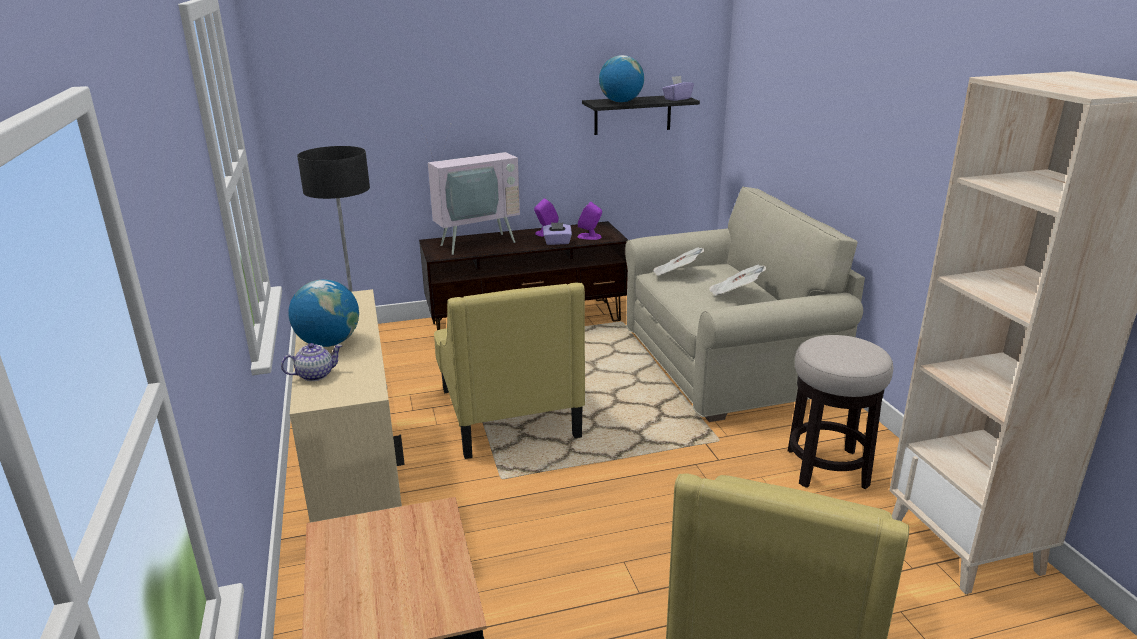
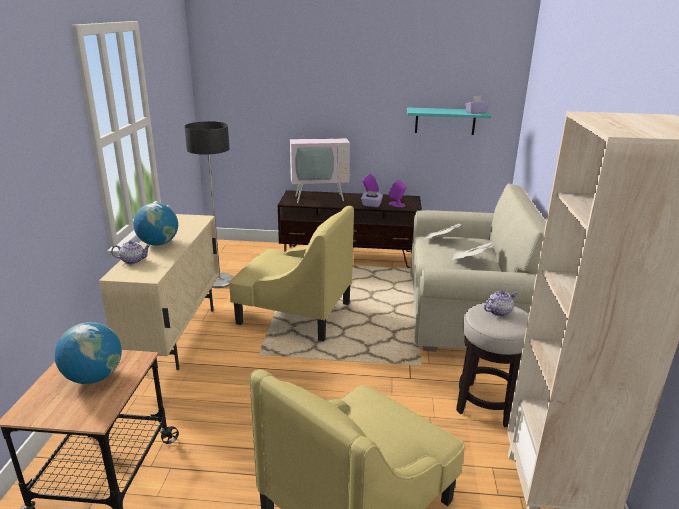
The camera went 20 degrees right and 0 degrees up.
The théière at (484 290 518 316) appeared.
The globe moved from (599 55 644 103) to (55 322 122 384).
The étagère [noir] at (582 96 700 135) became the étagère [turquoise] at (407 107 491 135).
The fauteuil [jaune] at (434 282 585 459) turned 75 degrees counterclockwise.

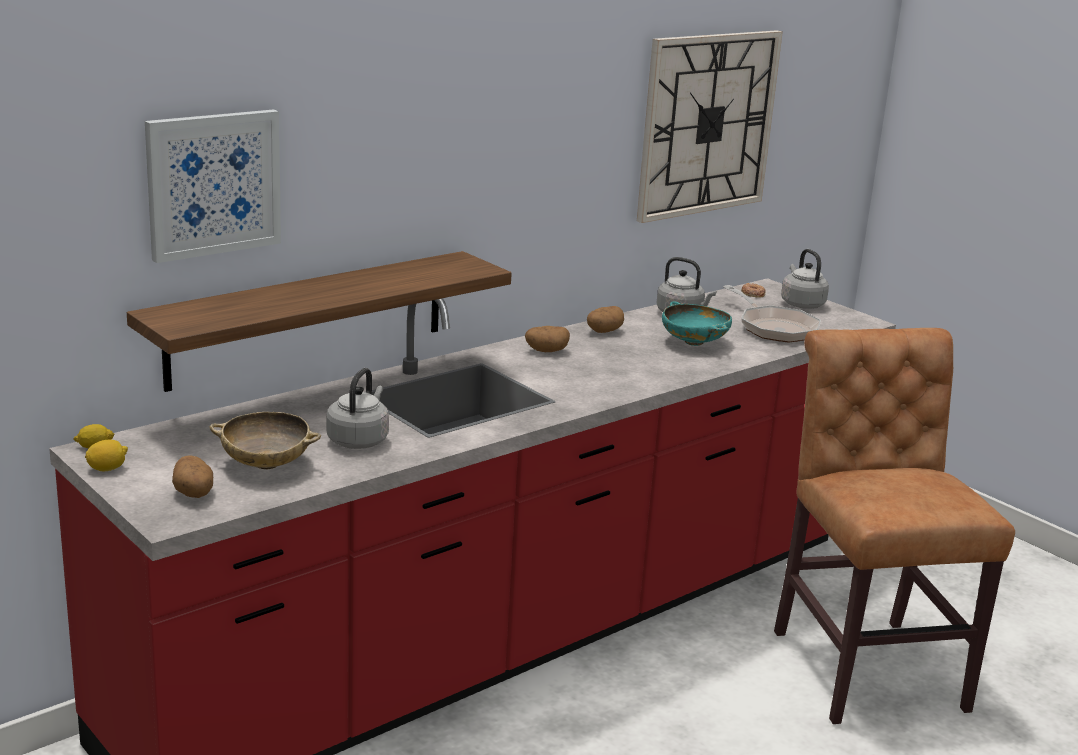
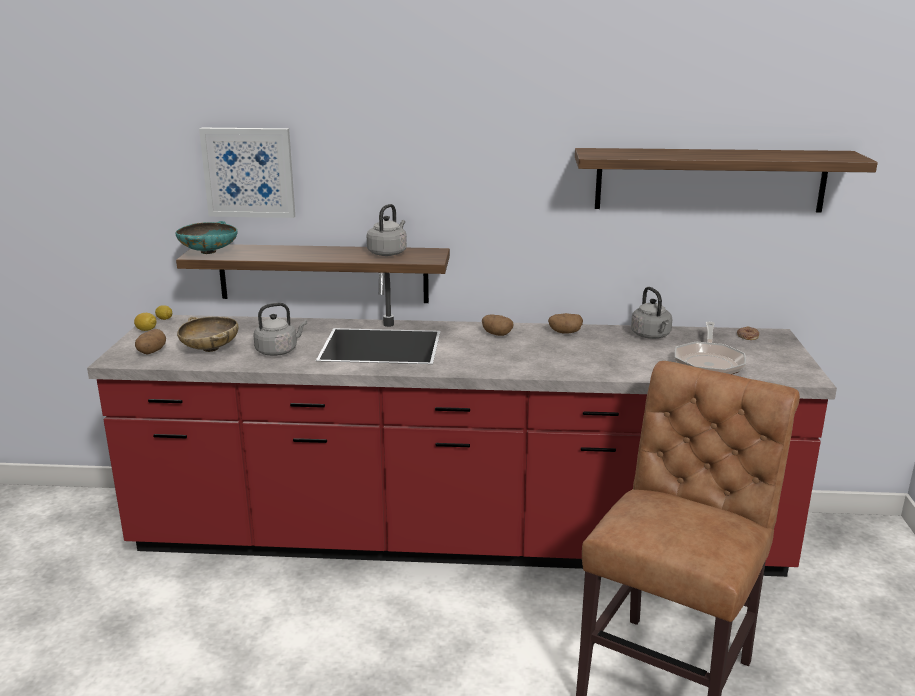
The camera went 45 degrees right and 0 degrees up.
The bol [turquoise] moved from (662 301 732 346) to (175 221 238 254).
The bouilloire [gris] moved from (781 249 829 309) to (367 204 407 256).
The horloge murale at (637 30 783 223) was replaced by the étagère at (575 148 878 212).

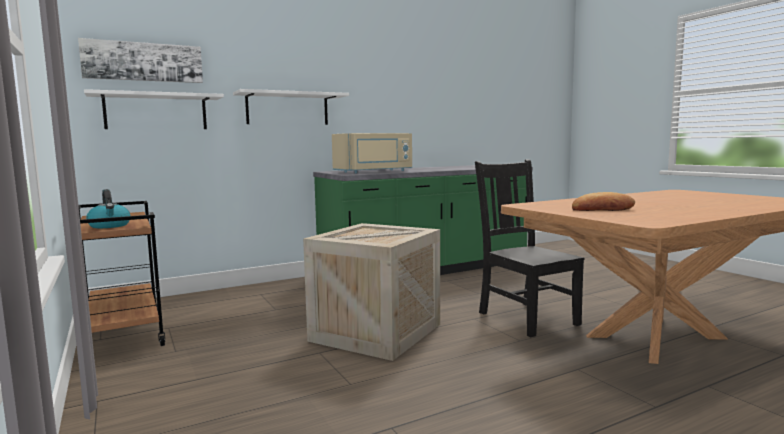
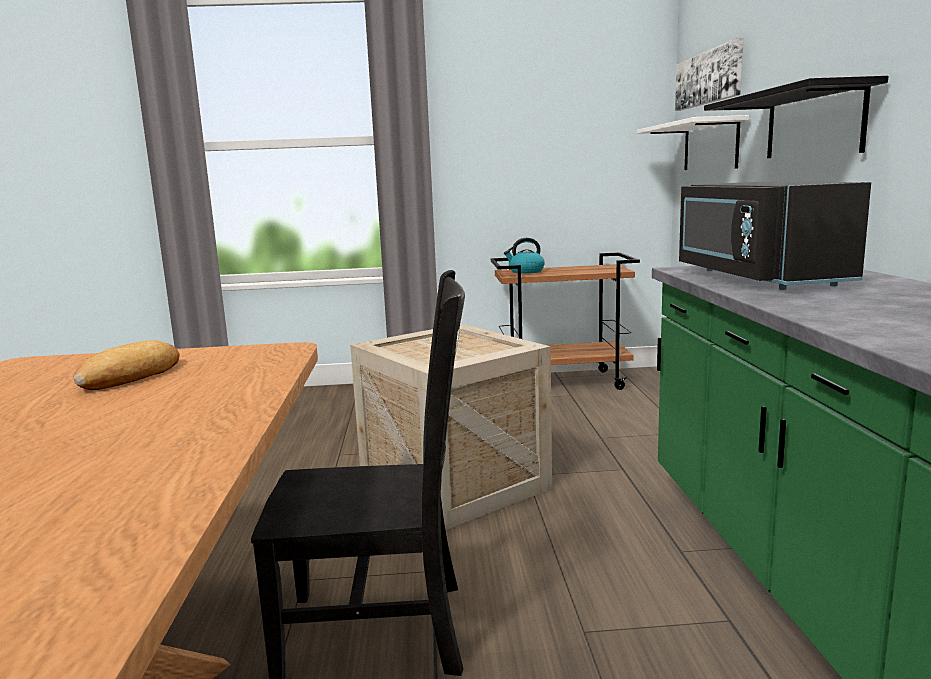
The camera went 115 degrees right and 5 degrees up.
The étagère [blanc] at (233 89 349 125) became the étagère [noir] at (704 76 889 158).
The micro-ondes [beige] at (332 133 412 173) became the micro-ondes [noir] at (679 182 871 290).

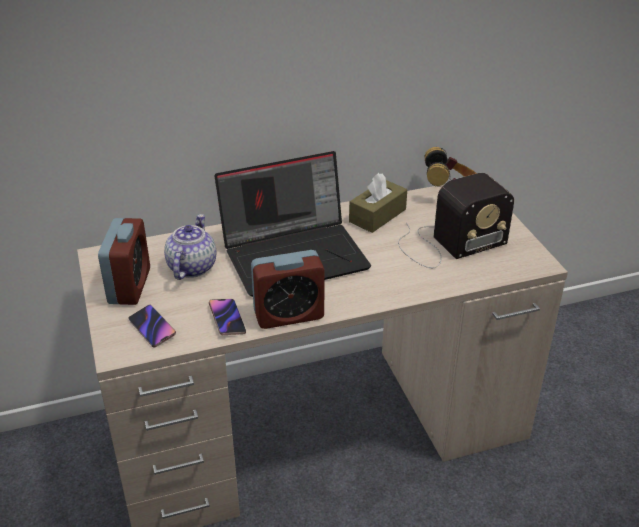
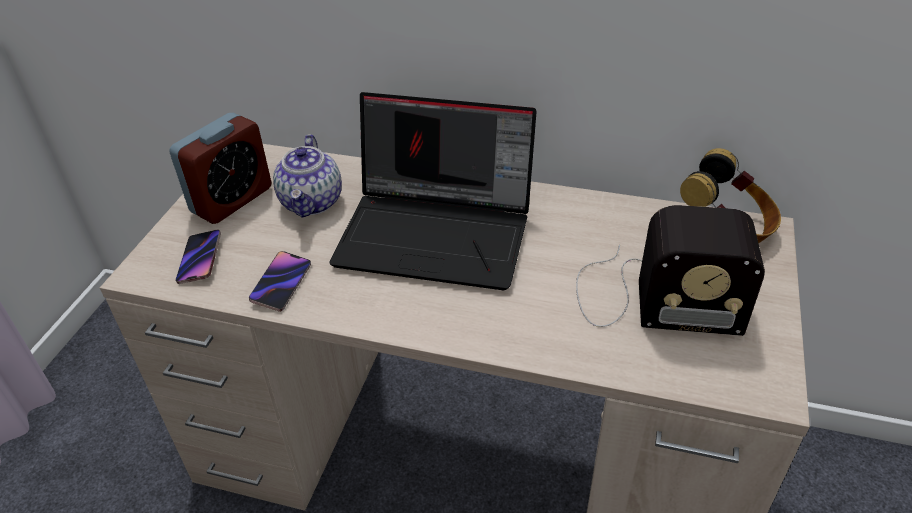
The camera went 35 degrees right and 5 degrees up.
The réveil at (251 250 325 329) disappeared.
The boîte à mouchoirs [marron] at (349 173 407 233) disappeared.
The théière at (164 214 216 280) turned 135 degrees clockwise.

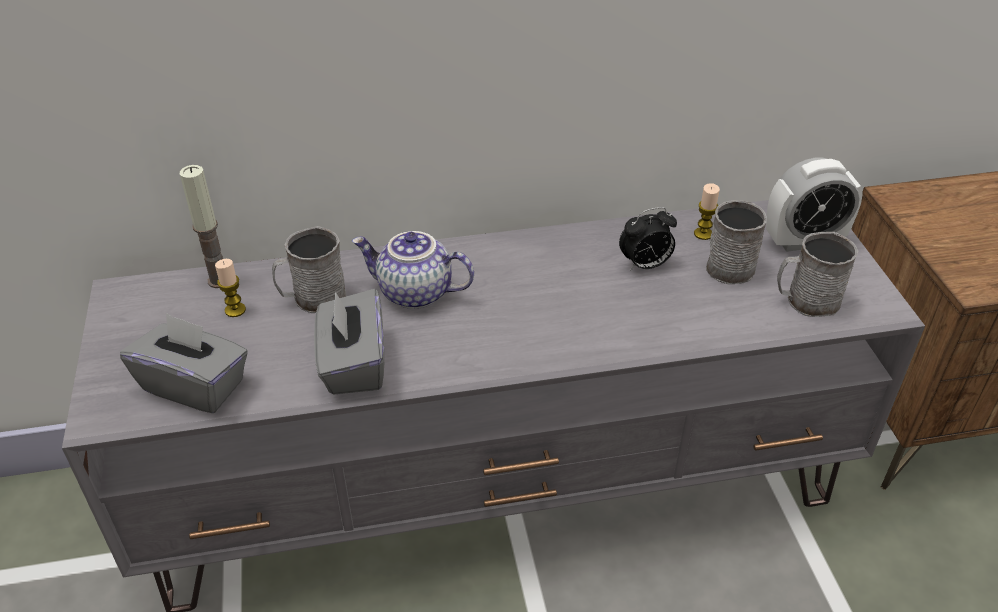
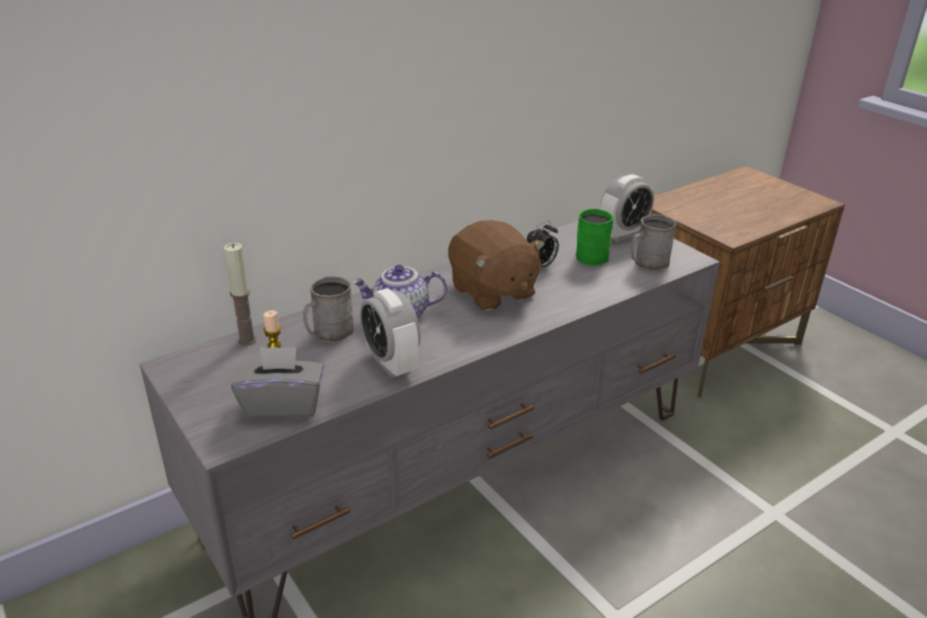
The camera went 25 degrees left and 10 degrees down.
The bougie at (694 183 720 240) disappeared.
The peluche [marron] at (448 220 545 311) appeared.
The boîte à mouchoirs [gris] at (314 289 384 395) was replaced by the réveil at (360 289 421 378).
The mug [gris] at (706 200 767 284) became the mug [vert] at (576 209 613 266).

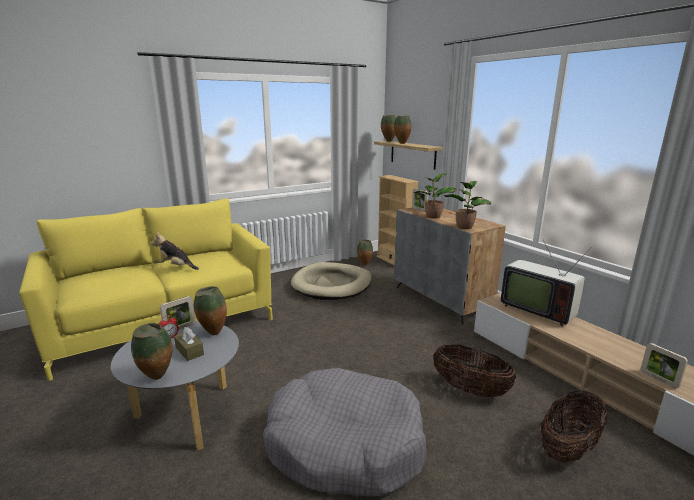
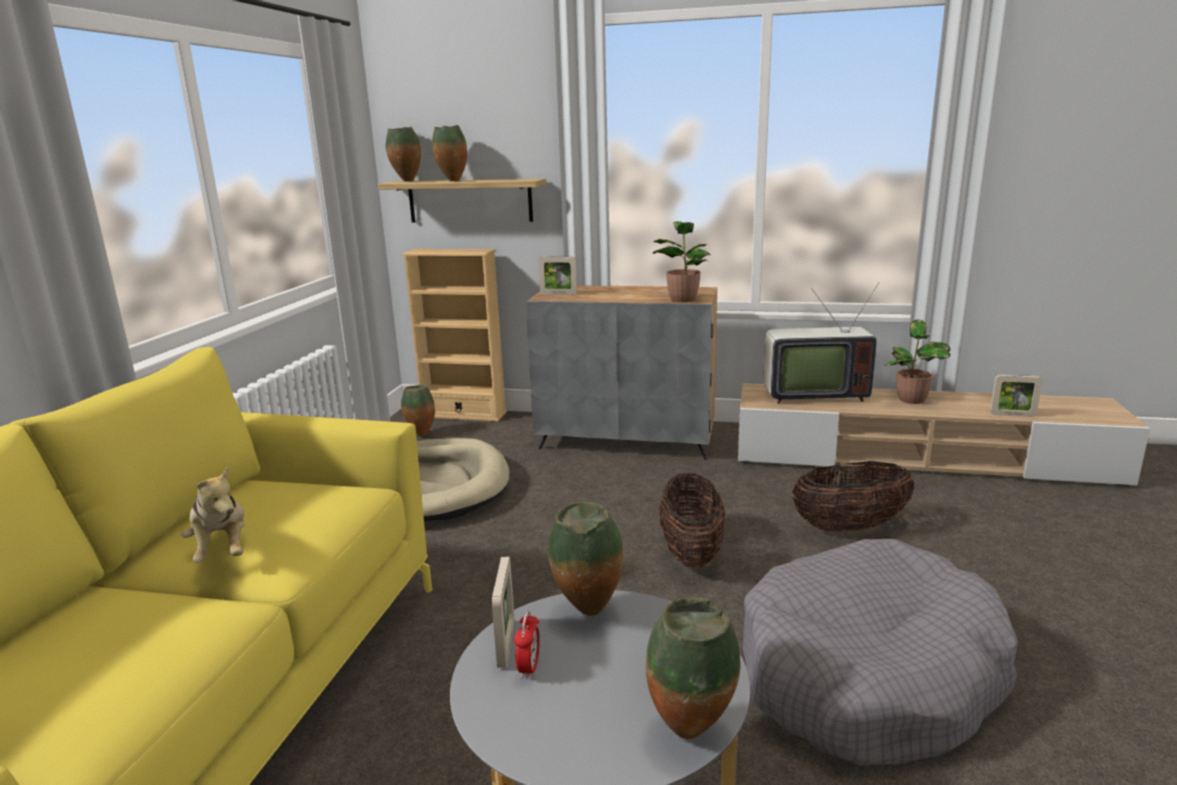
The camera went 45 degrees left and 0 degrees up.
The boîte à mouchoirs [marron] at (174 327 204 361) disappeared.
The plante en pot moved from (413 173 457 219) to (885 320 950 404).
The panier moved from (541 391 608 463) to (659 473 725 567).
The peluche at (151 232 199 270) turned 90 degrees counterclockwise.

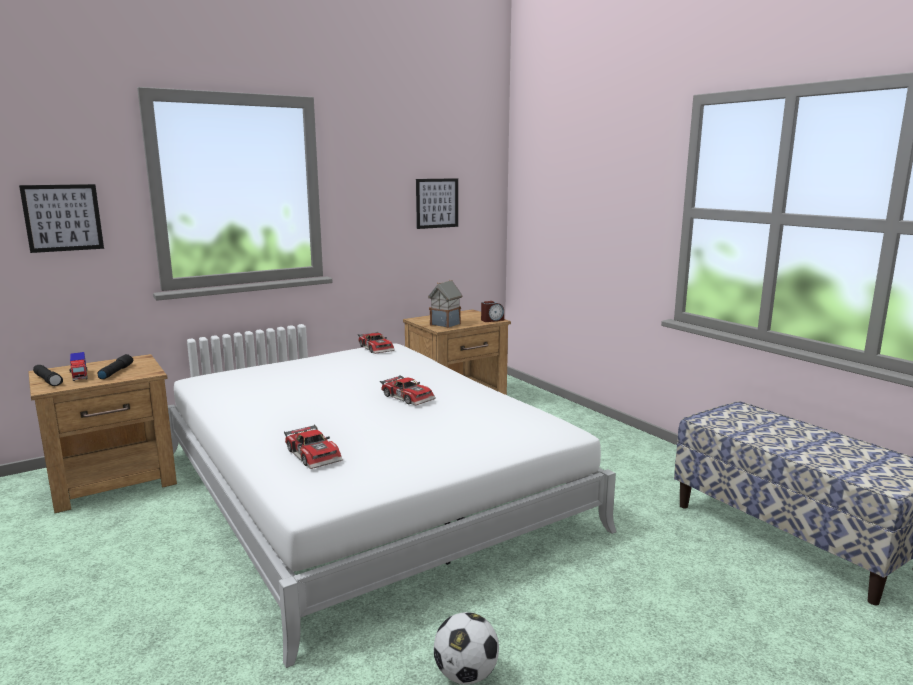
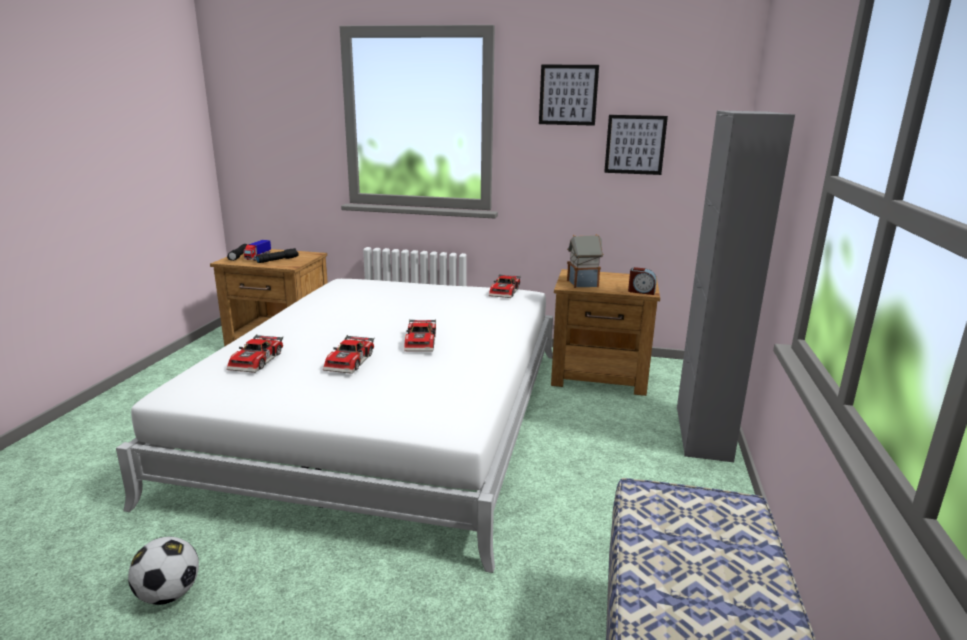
The camera went 45 degrees right and 5 degrees up.
The petite voiture at (323 335 375 374) appeared.
The meuble de rangement [gris] at (677 111 795 462) appeared.
The tableau moved from (19 184 104 253) to (539 65 599 126).

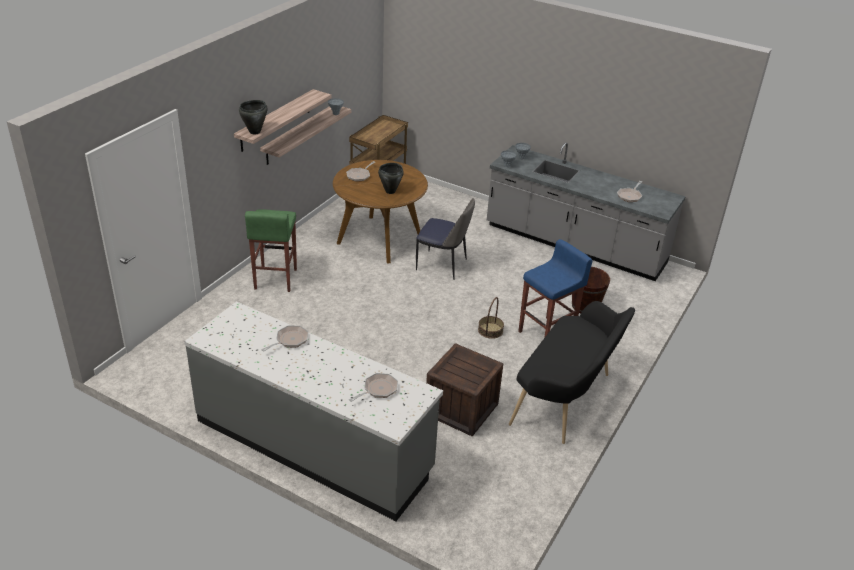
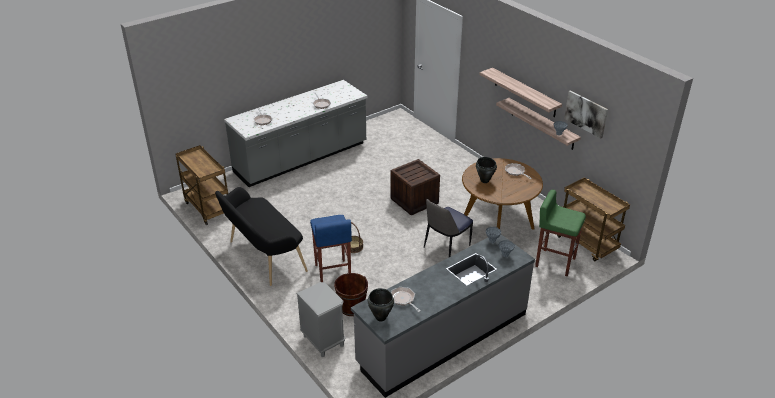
The camera went 115 degrees right and 0 degrees up.
The chariot [marron] at (176 145 228 225) appeared.
The table de chevet [gris] at (296 282 345 357) appeared.
The tableau at (564 90 608 138) appeared.
The marmite [noir] moved from (239 100 267 134) to (368 288 394 321).
The tabouret [vert] moved from (245 209 297 292) to (535 189 586 276).
The caisse moved from (426 343 503 436) to (390 159 440 215).

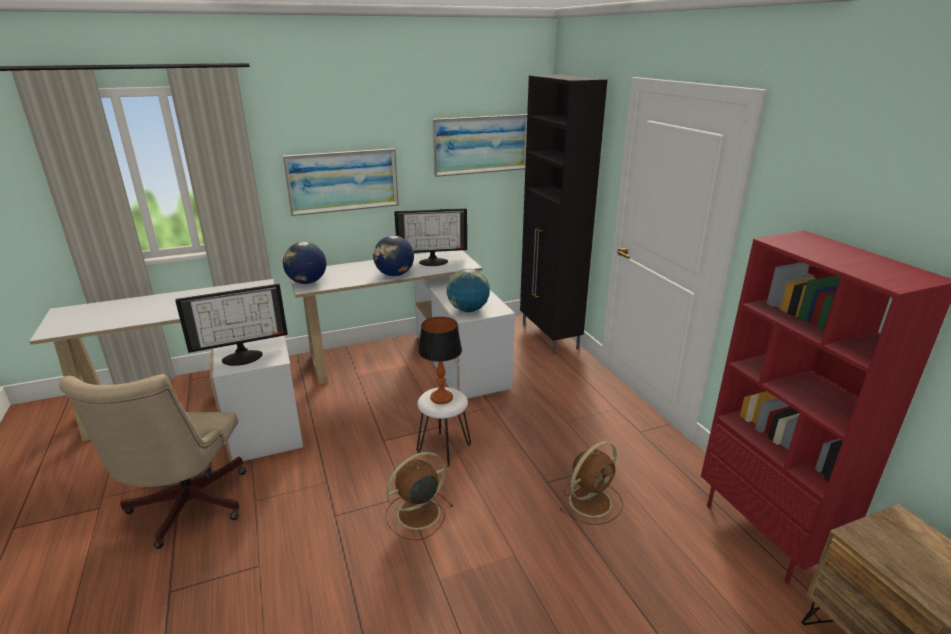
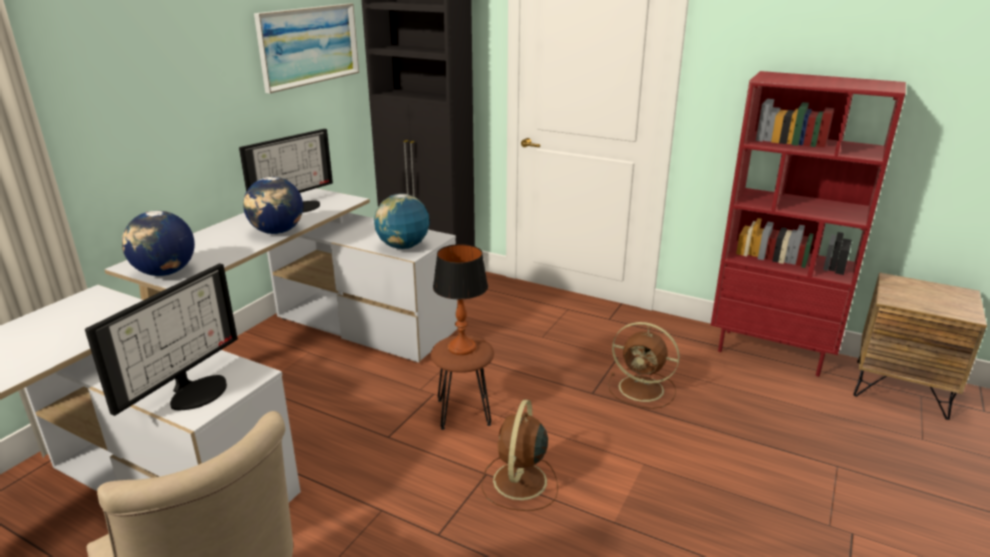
The camera went 40 degrees left and 0 degrees up.
The tableau at (283 148 399 216) disappeared.
The tabouret [blanc] at (417 387 471 467) became the tabouret [marron] at (431 335 494 430).
The ventilateur [marron] at (560 441 623 525) turned 105 degrees clockwise.

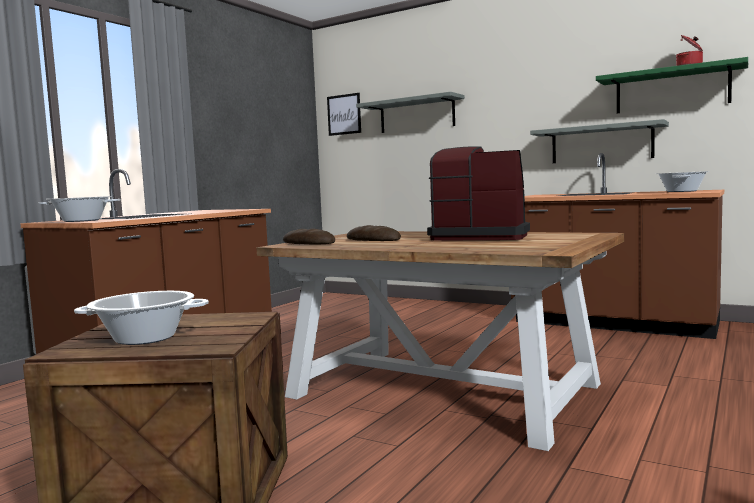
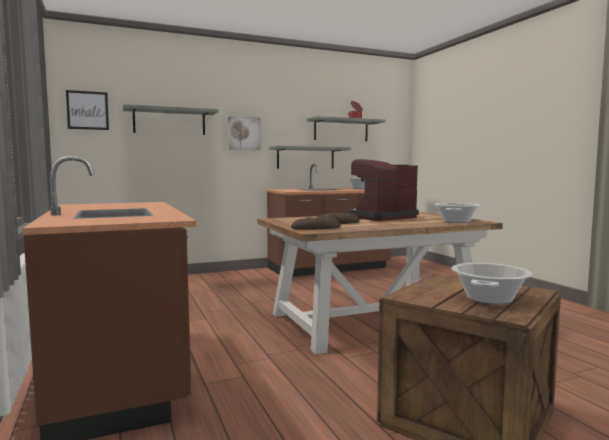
The camera went 55 degrees left and 0 degrees up.
The tableau at (228 116 261 150) appeared.
The marmite moved from (39 196 120 222) to (434 203 480 223).
The étagère [vert] at (596 57 748 113) became the étagère [gris] at (307 116 386 141).

